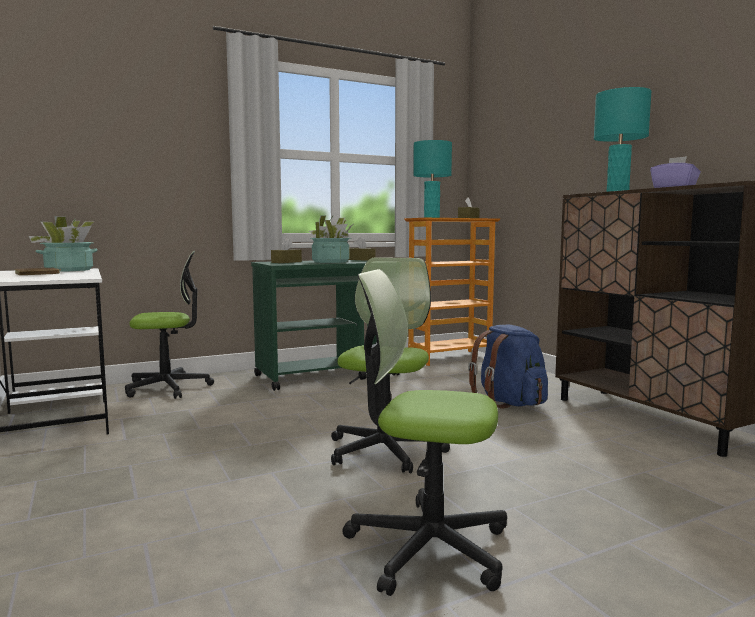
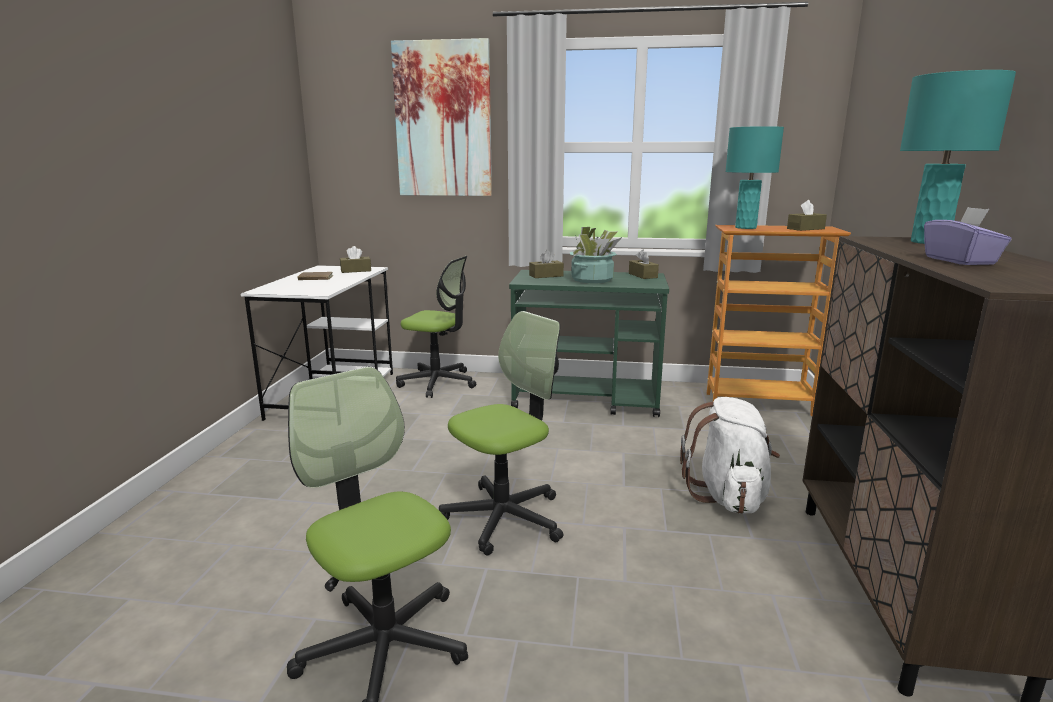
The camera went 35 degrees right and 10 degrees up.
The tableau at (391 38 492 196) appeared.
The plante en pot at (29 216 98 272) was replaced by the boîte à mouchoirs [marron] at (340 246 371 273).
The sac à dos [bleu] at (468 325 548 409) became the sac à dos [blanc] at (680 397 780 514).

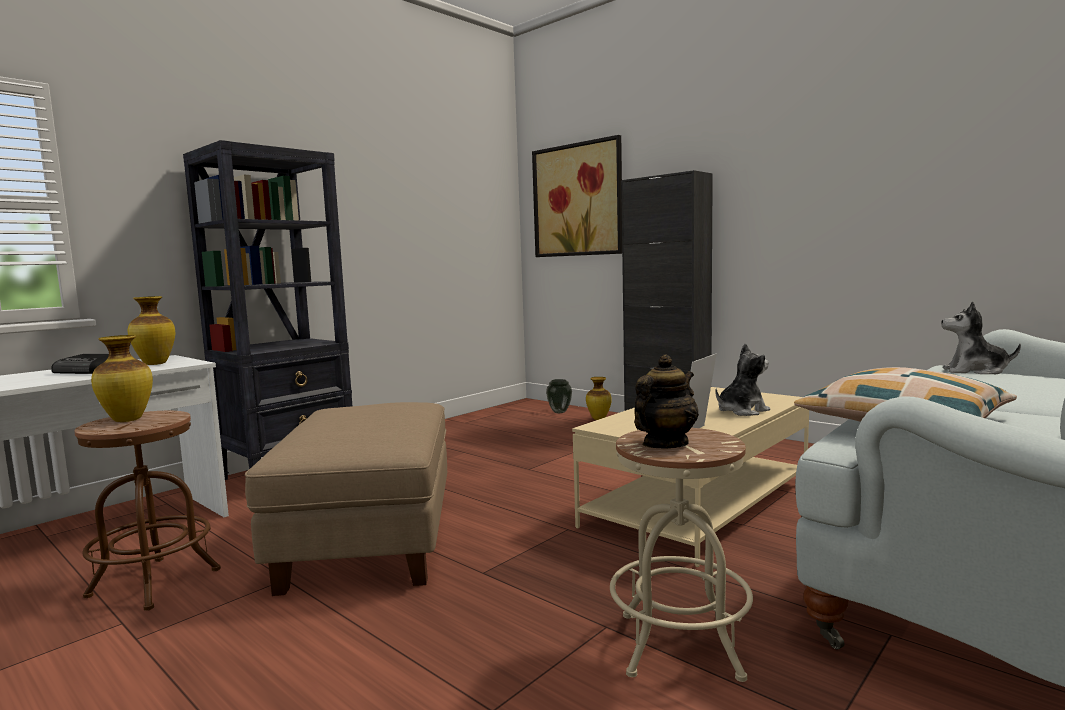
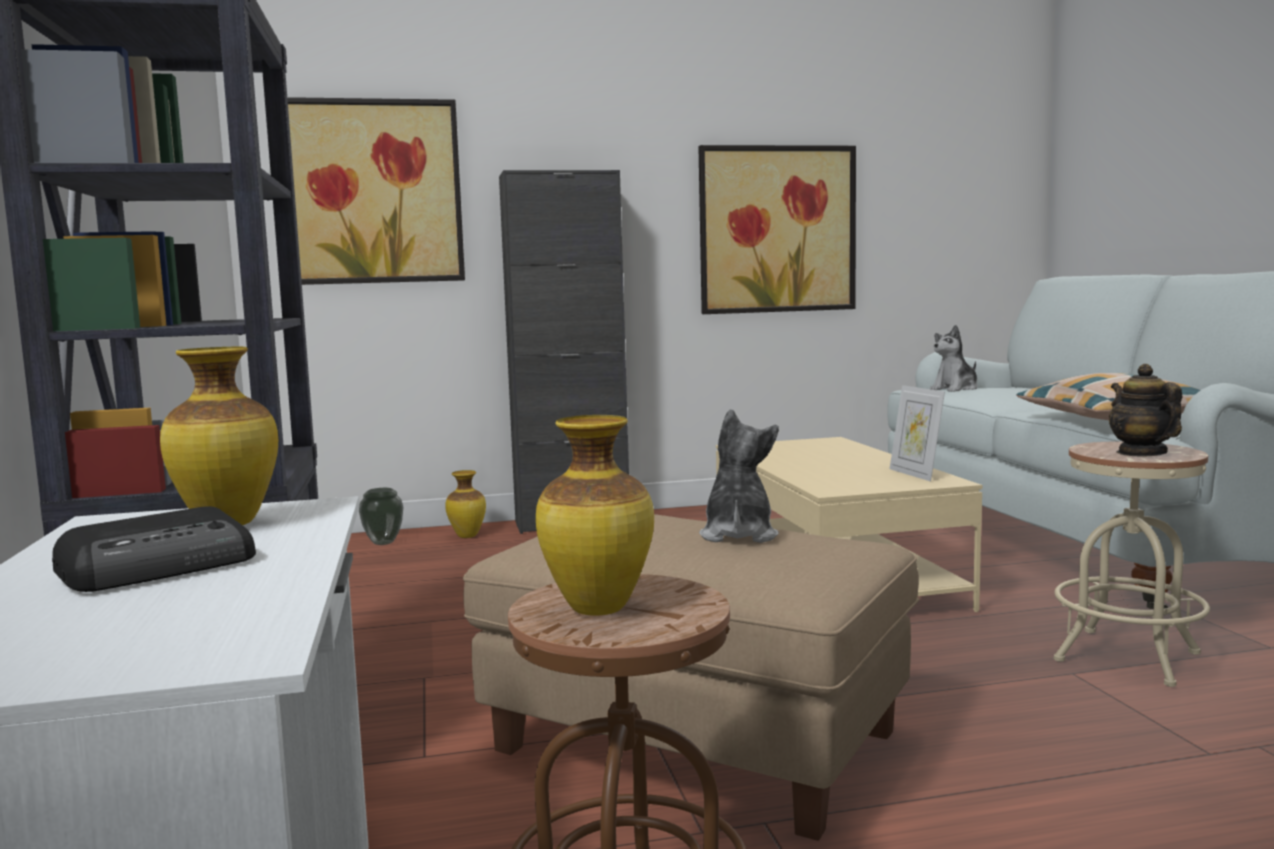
The camera went 55 degrees left and 0 degrees up.
The tableau at (698 145 856 314) appeared.
The peluche moved from (715 344 770 416) to (699 409 779 543).

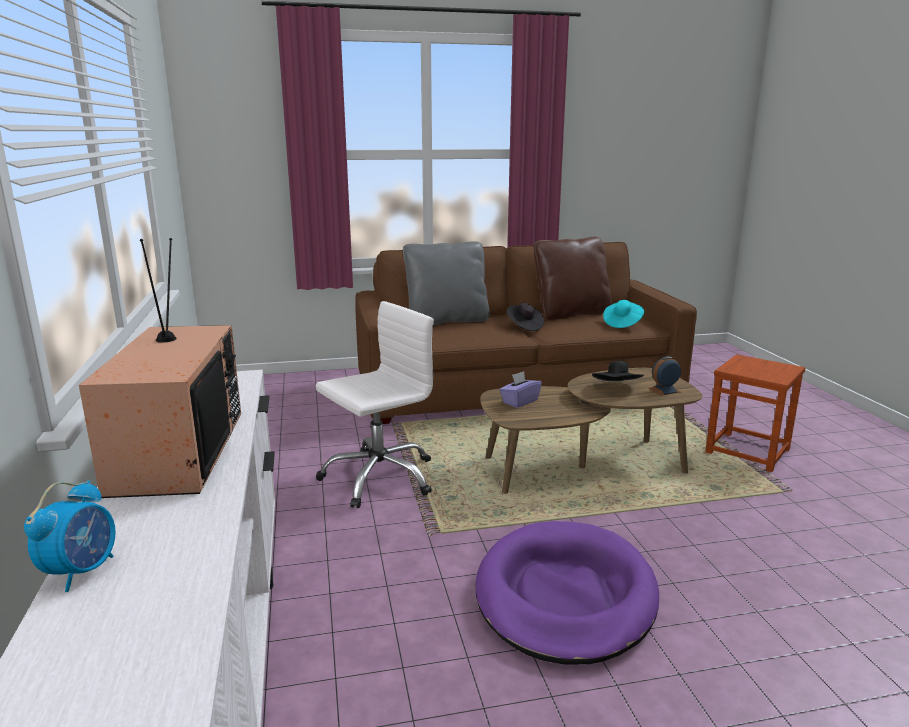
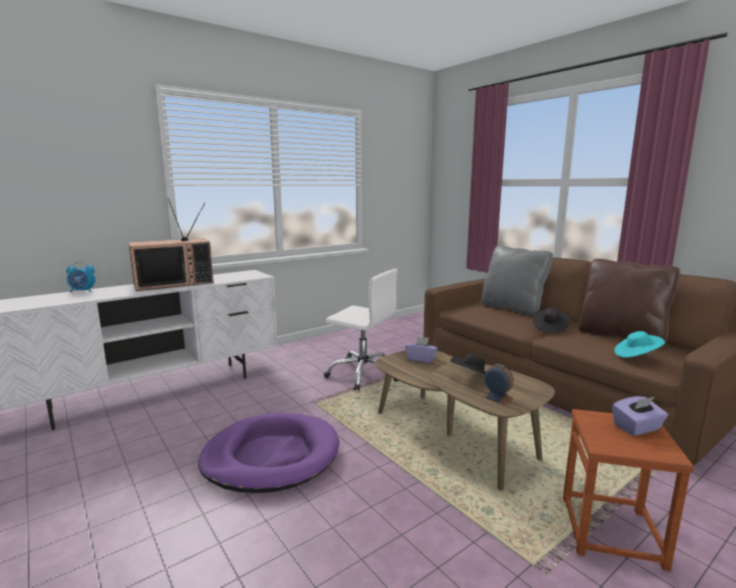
The camera went 65 degrees right and 5 degrees down.
The boîte à mouchoirs [violet] at (612 396 668 436) appeared.

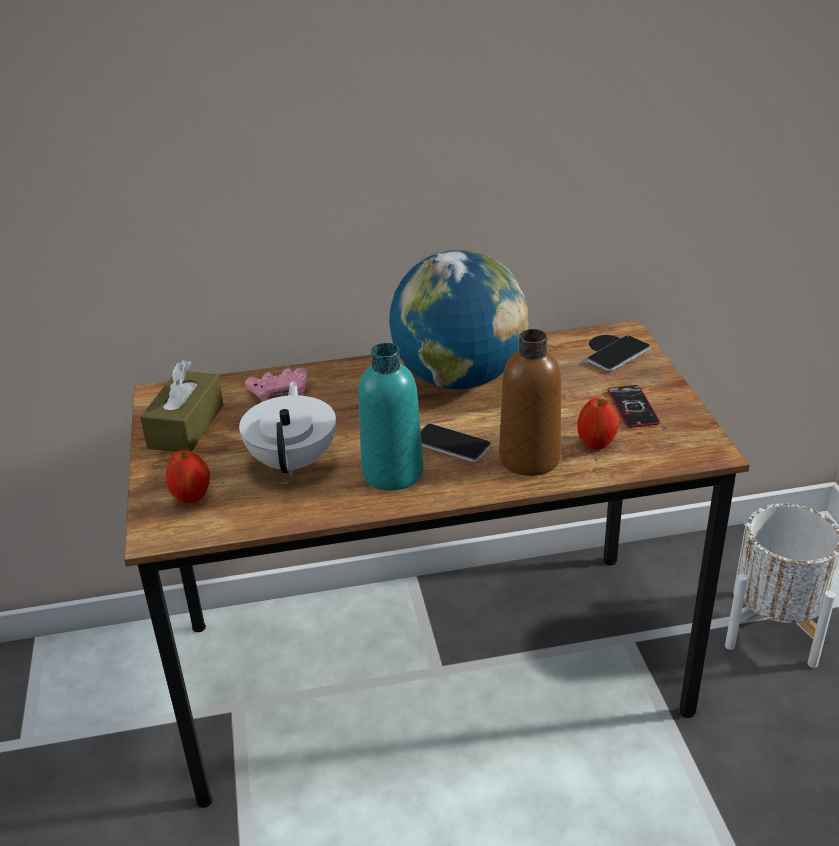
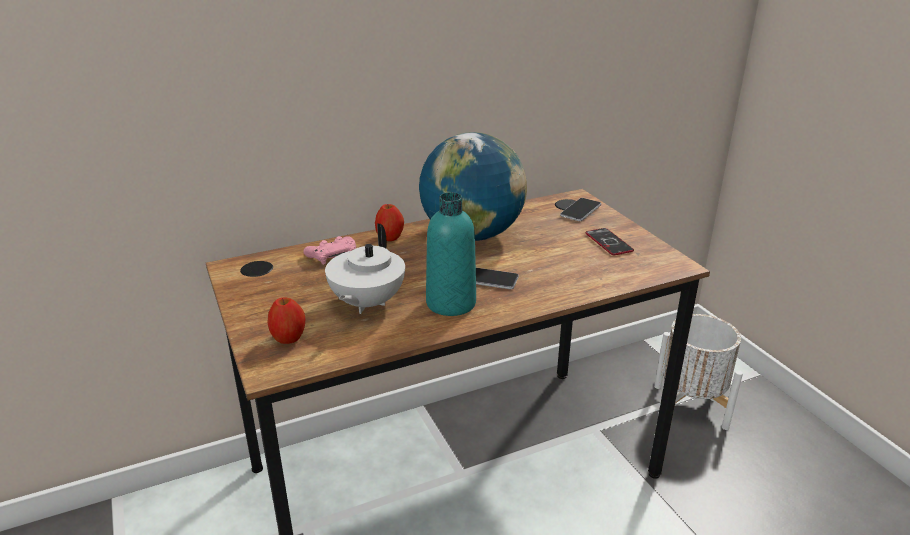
The camera went 15 degrees left and 5 degrees down.
The boîte à mouchoirs [marron] at (140 360 223 452) disappeared.
The bouteille [marron] at (499 329 561 476) disappeared.
The pomme moved from (577 398 619 449) to (375 204 404 241).
The théière [blanc] at (239 381 336 476) turned 150 degrees counterclockwise.

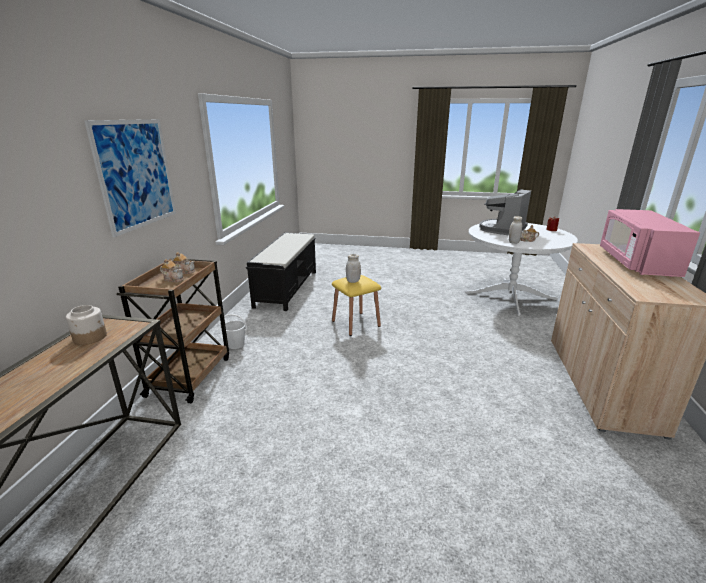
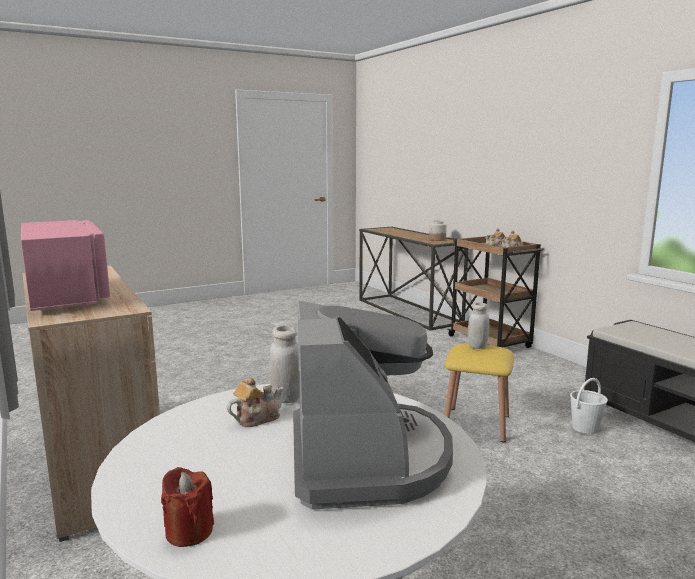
The camera went 140 degrees right and 10 degrees down.
The tableau at (84 119 176 237) disappeared.
The seau [blanc] moved from (220 314 247 349) to (570 378 608 434).

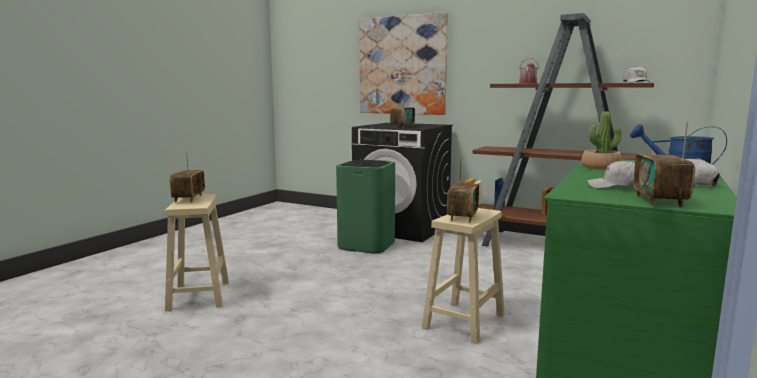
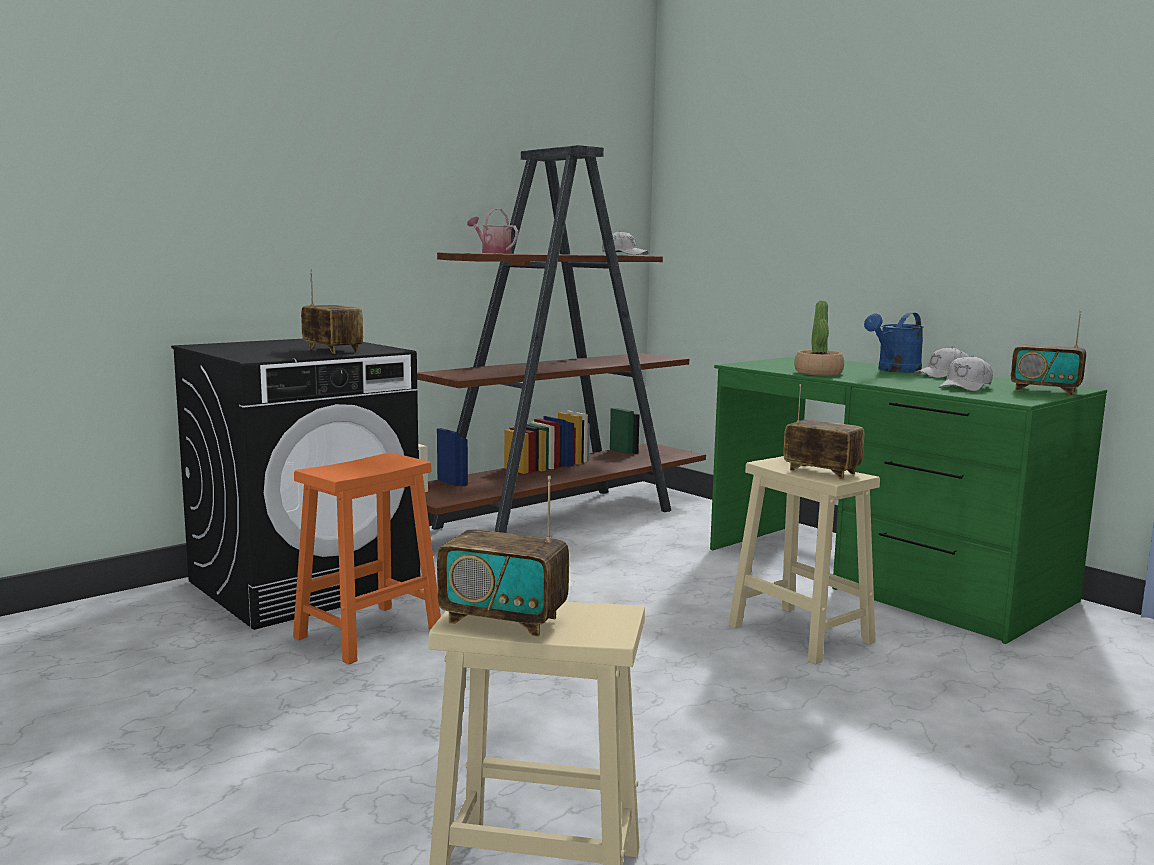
The camera went 70 degrees left and 0 degrees up.
The tableau at (359 12 448 115) disappeared.
The poubelle [vert] at (336 160 395 253) was replaced by the tabouret [orange] at (293 453 441 664).

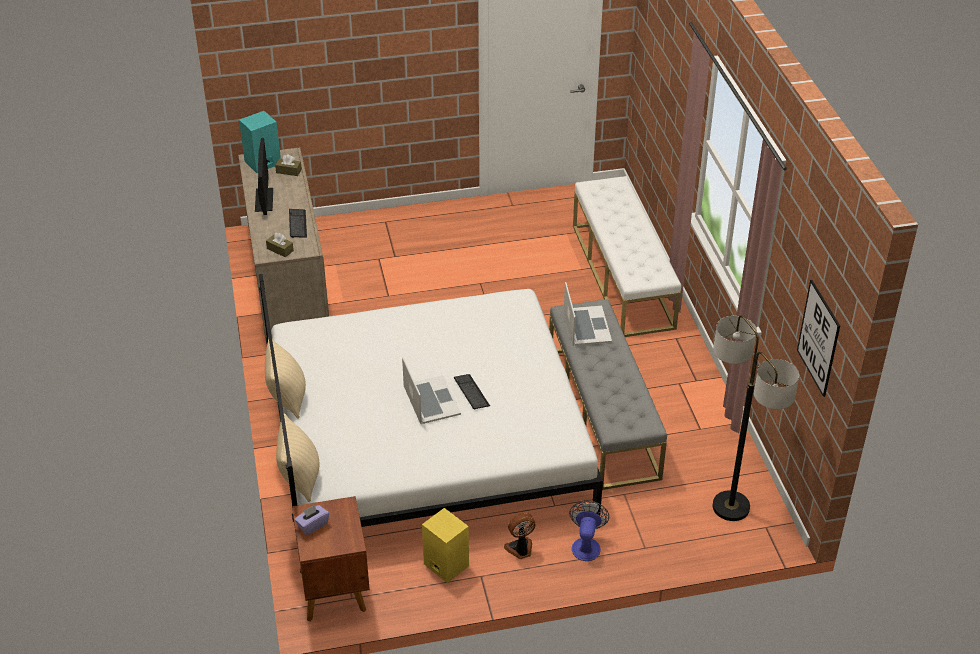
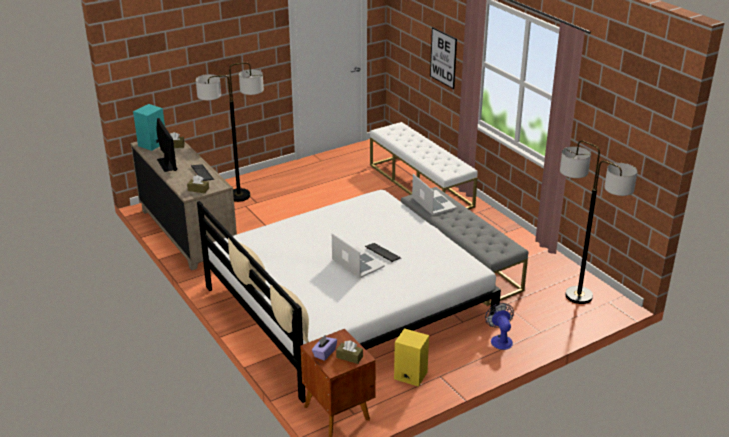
The camera went 20 degrees left and 10 degrees down.
The ventilateur at (504 513 535 559) disappeared.
The lampadaire at (196 62 264 202) appeared.
The boîte à mouchoirs [marron] at (336 340 363 364) appeared.
The tableau moved from (797 280 840 397) to (430 27 457 89).

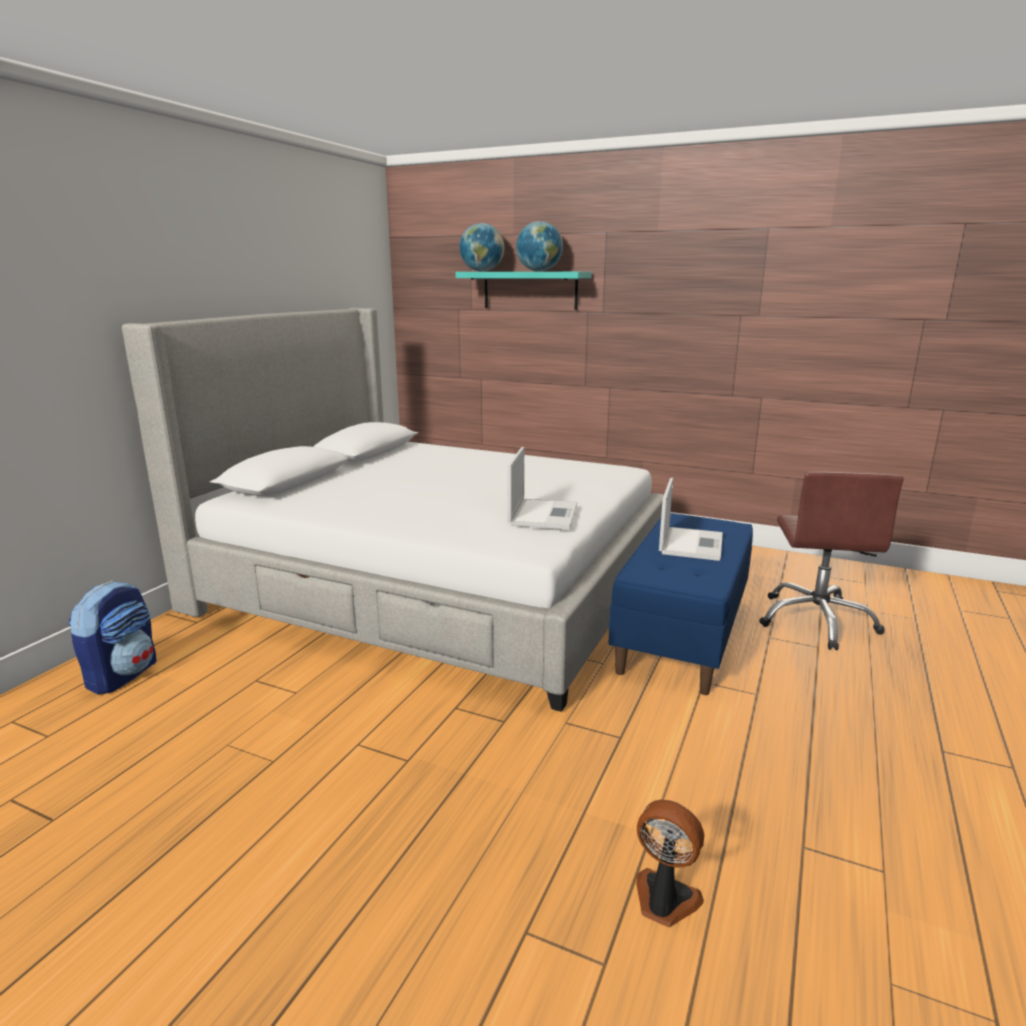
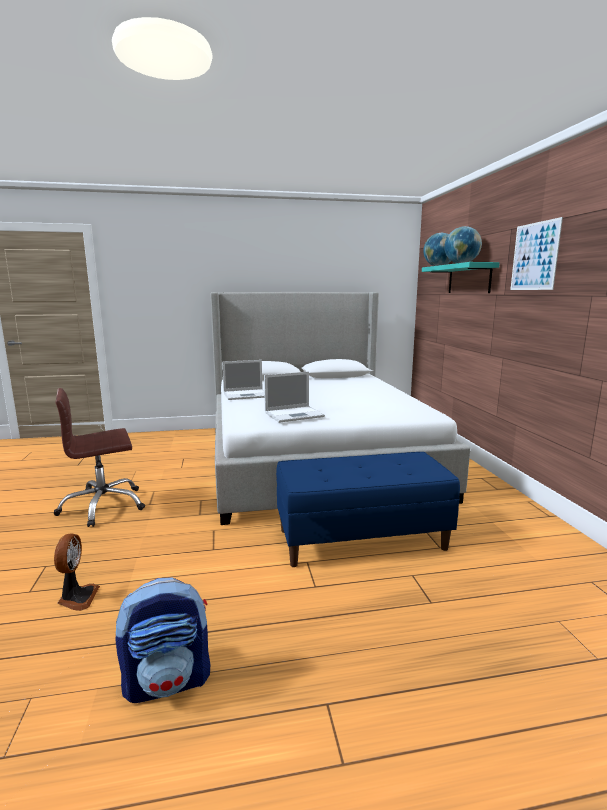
The camera went 55 degrees right and 5 degrees down.
The tableau at (510 217 563 290) appeared.
The sac à dos moved from (68 581 157 695) to (116 577 210 703).
The ordinateur portable moved from (659 478 723 561) to (222 360 264 400).
The chaise de bureau [marron] moved from (759 472 904 650) to (54 388 145 527).

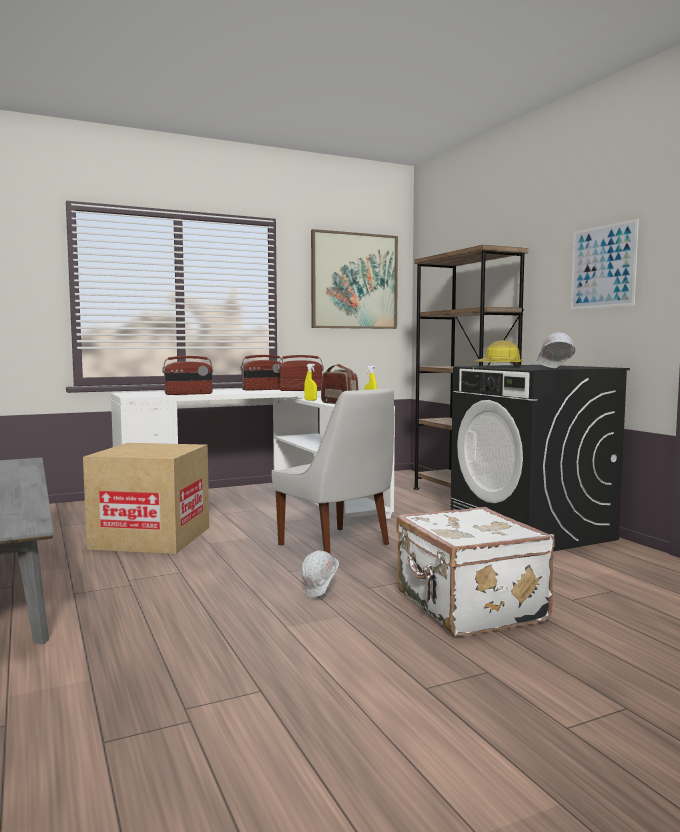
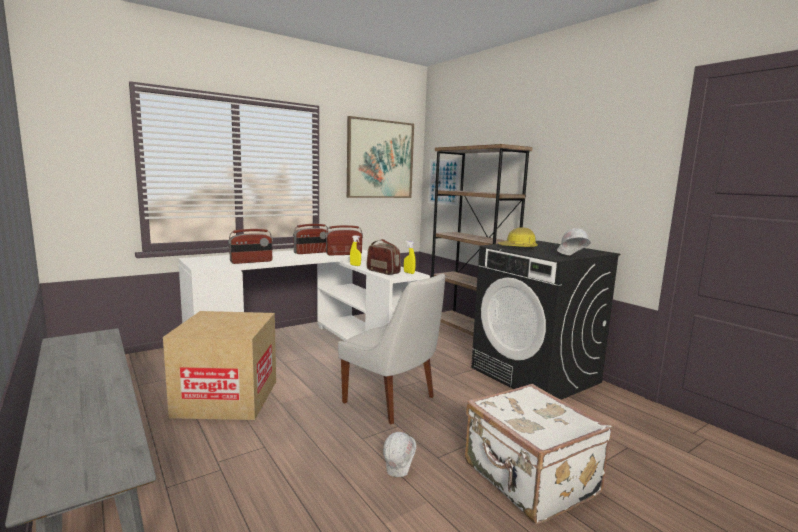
The camera went 10 degrees left and 5 degrees up.
The tableau moved from (571 219 639 310) to (428 159 460 206).

